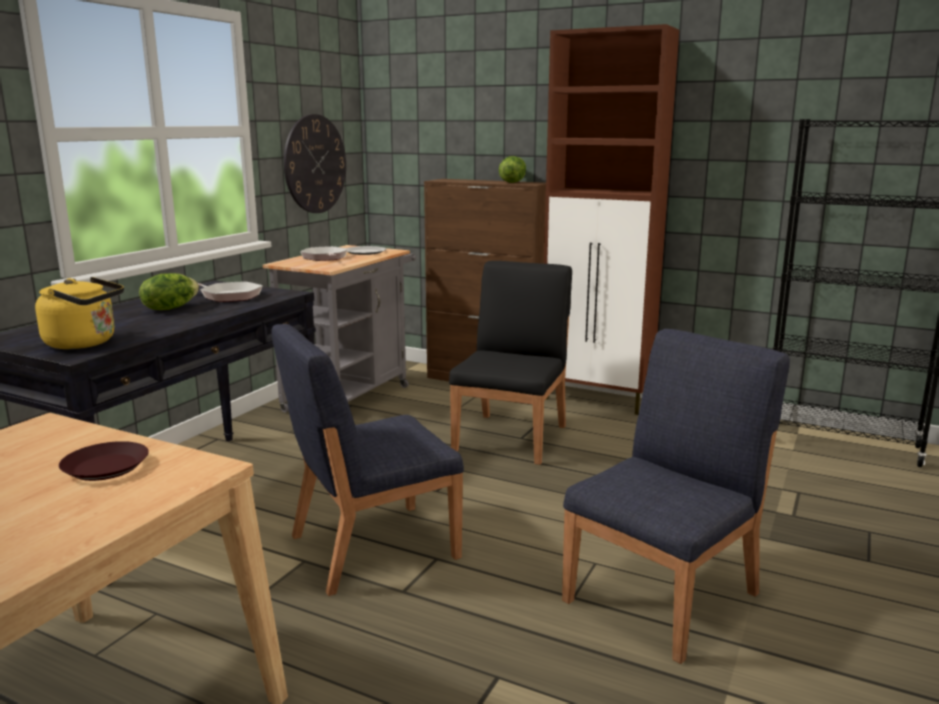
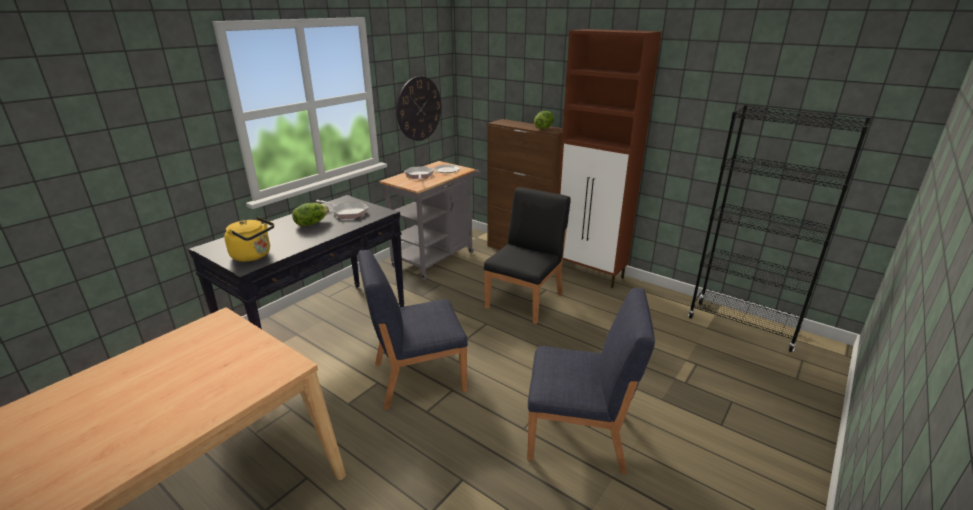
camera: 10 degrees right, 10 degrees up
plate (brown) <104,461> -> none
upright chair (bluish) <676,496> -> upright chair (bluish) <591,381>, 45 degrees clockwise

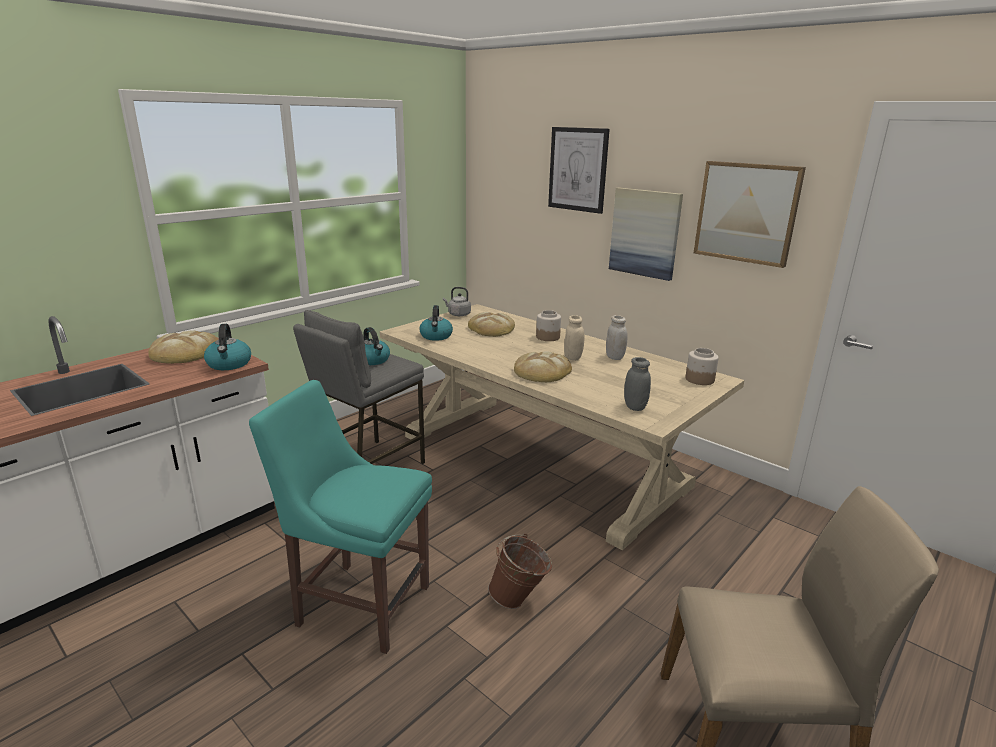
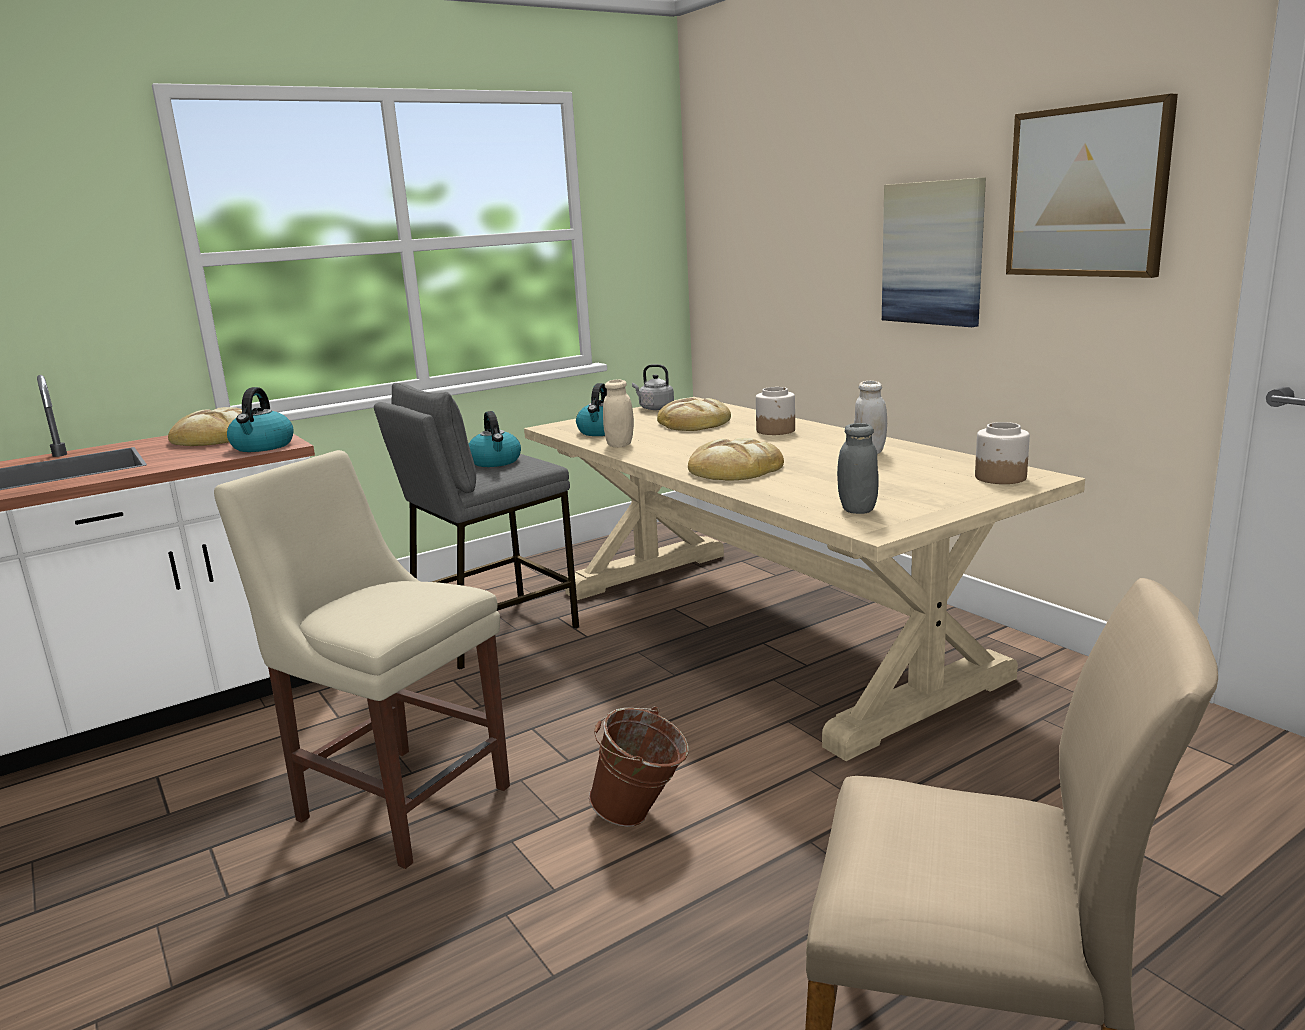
camera: 15 degrees right, 5 degrees down
picture <579,170> -> none
storage jar (beige-coloured) <574,337> -> storage jar (beige-coloured) <618,413>, moved
upright chair (turquoise-coloured) <340,517> -> upright chair (beige-coloured) <362,659>

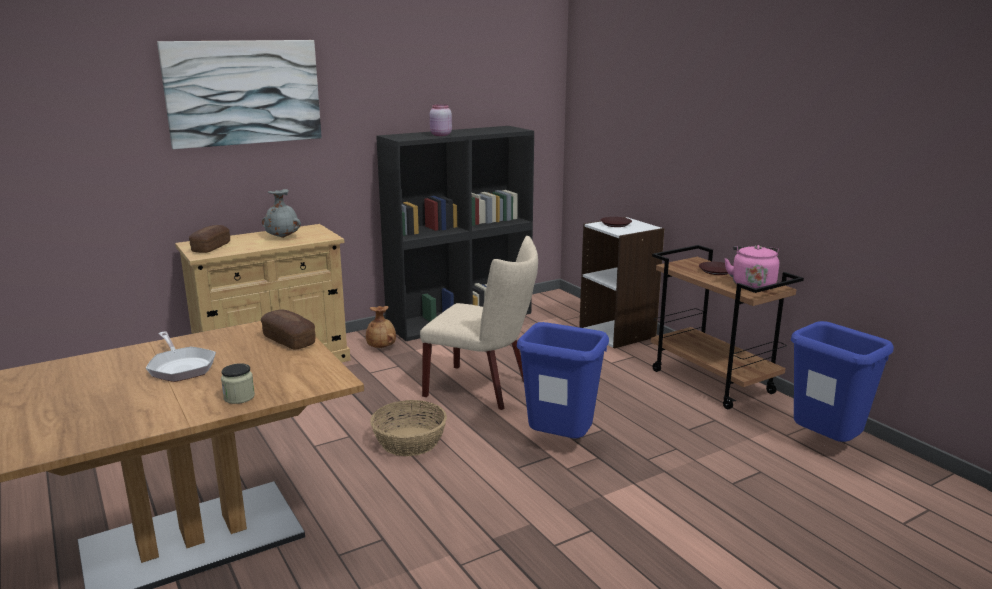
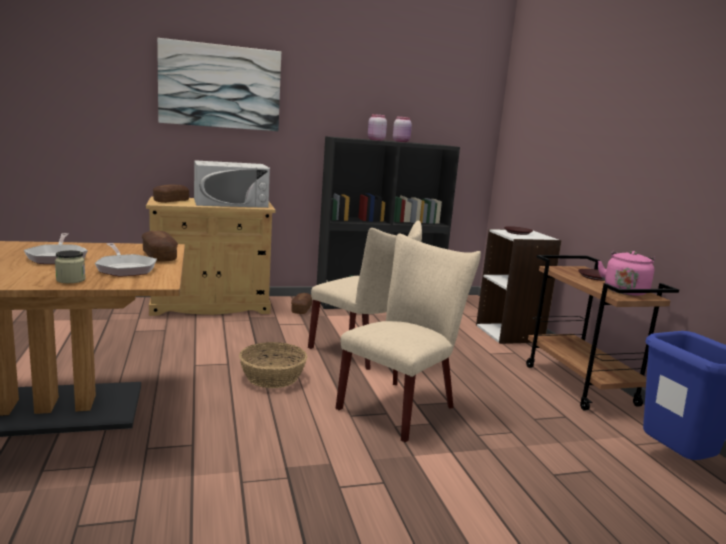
camera: 15 degrees right, 5 degrees down
none -> frying pan <126,260>
none -> storage jar (pinkish) <402,129>
decorative vase (gray) <281,213> -> kitchen microwave (white-coloured) <232,184>
decorative vase (brown) <381,327> -> bread <301,303>
trash can (bluish) <563,380> -> upright chair (beige-coloured) <408,338>

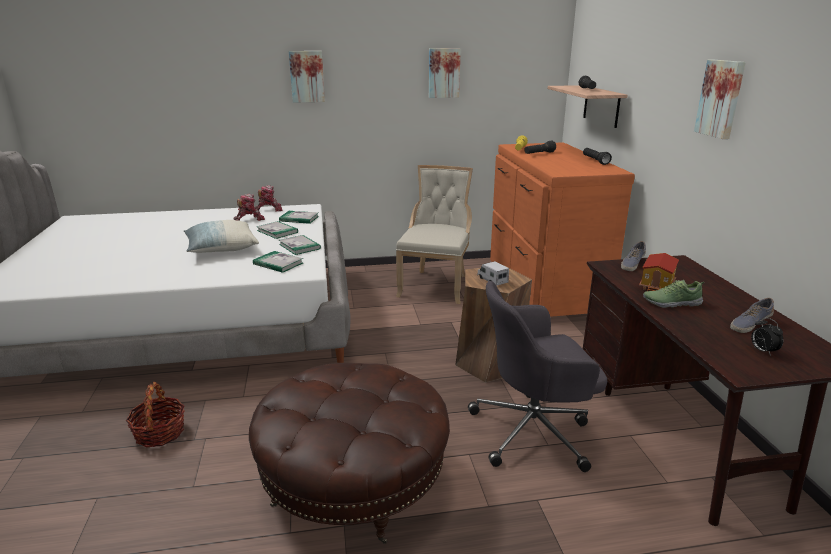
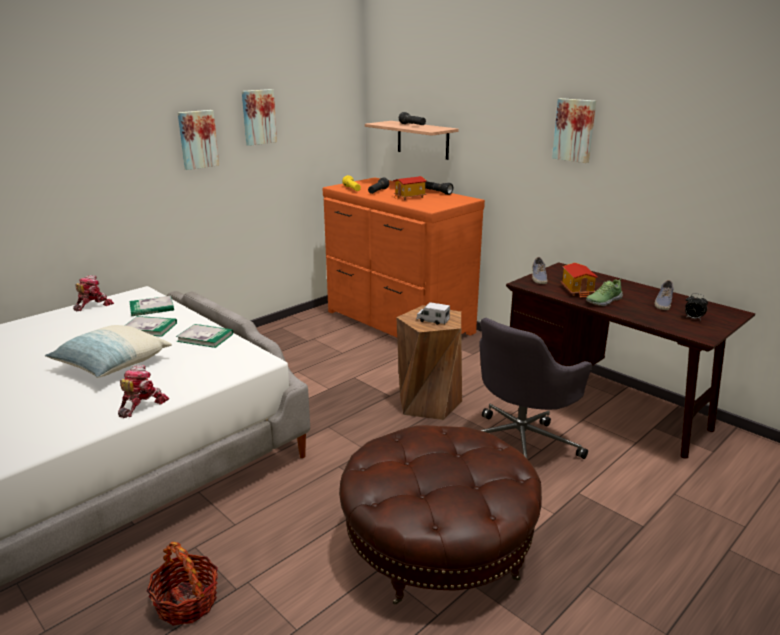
camera: 35 degrees left, 0 degrees up
bound book <278,262> -> none
upright chair (beige-coloured) <434,234> -> none
none -> miniature house <410,188>
robot figure <249,207> -> robot figure <143,391>, moved
picture <307,77> -> picture <198,140>, moved

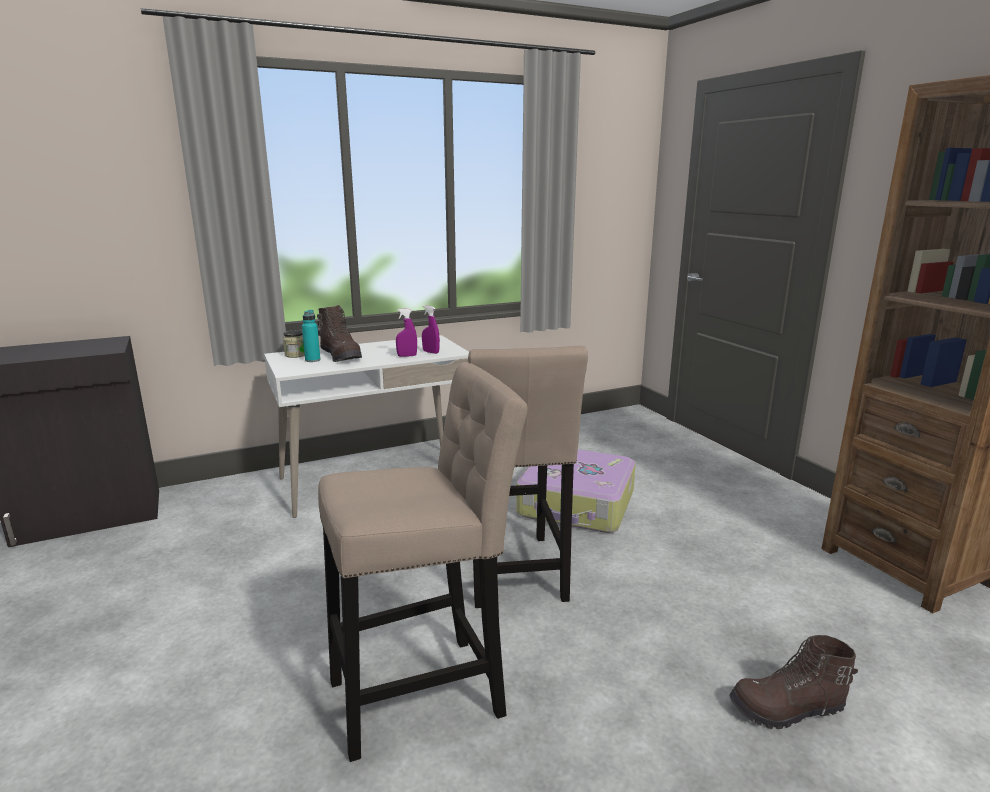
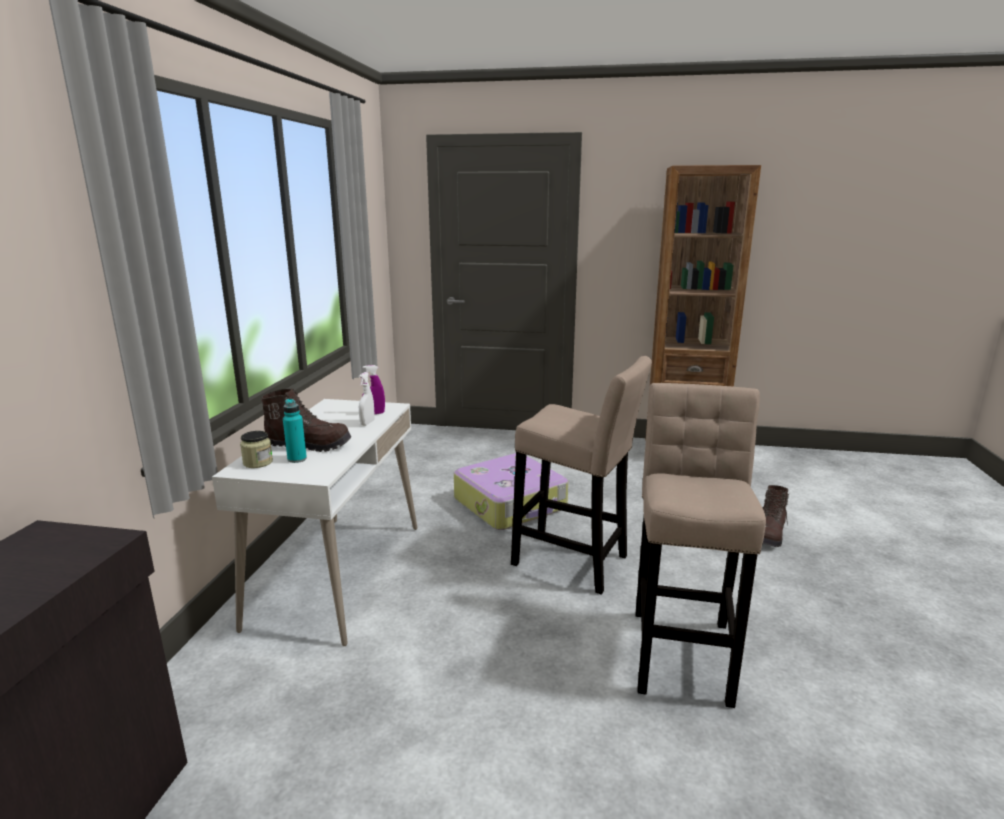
camera: 55 degrees left, 0 degrees up
spray bottle (purple-coloured) <406,332> -> spray bottle (white-coloured) <367,399>

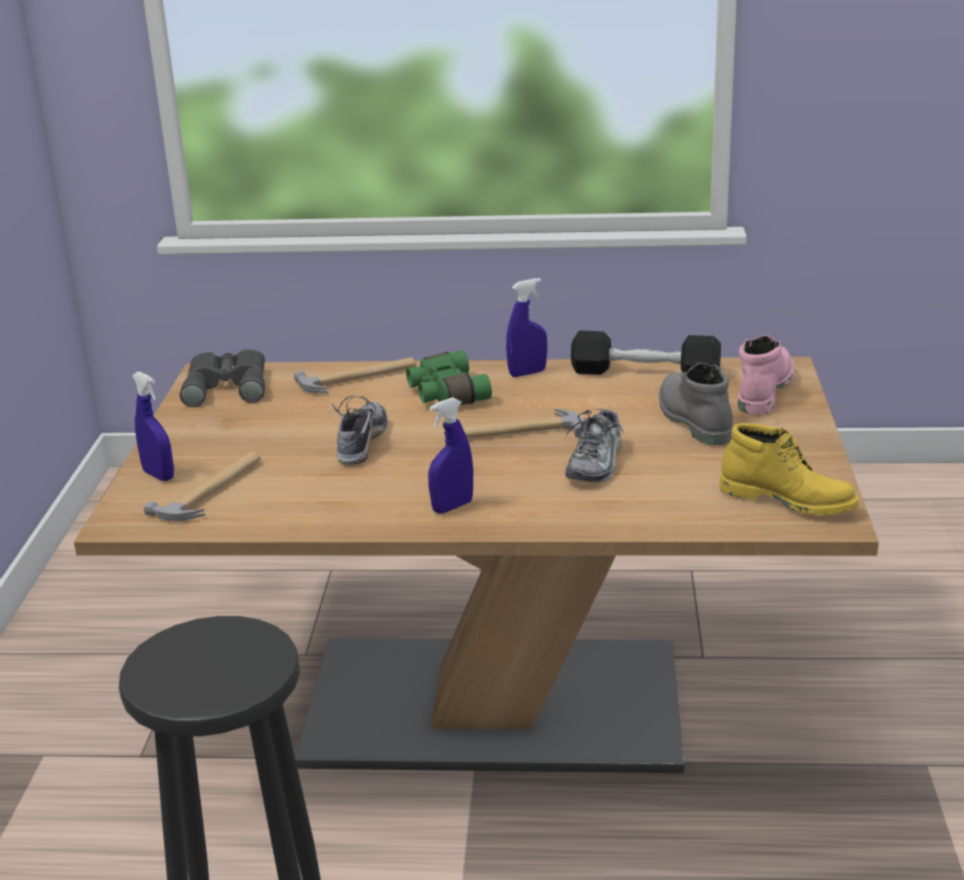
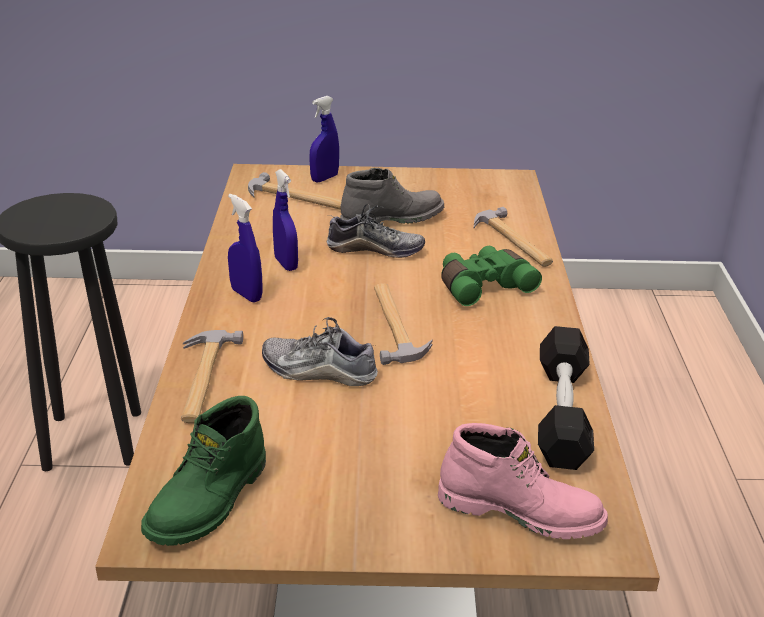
camera: 85 degrees right, 5 degrees up
field glasses (gray) <222,378> -> none
none -> hand hammer <212,376>
spray bottle (bluish) <526,327> -> spray bottle (bluish) <285,220>, moved
high-top boot (gray) <696,404> -> high-top boot (gray) <392,196>, moved
high-top boot (yellow) <788,469> -> high-top boot (greenish) <203,471>

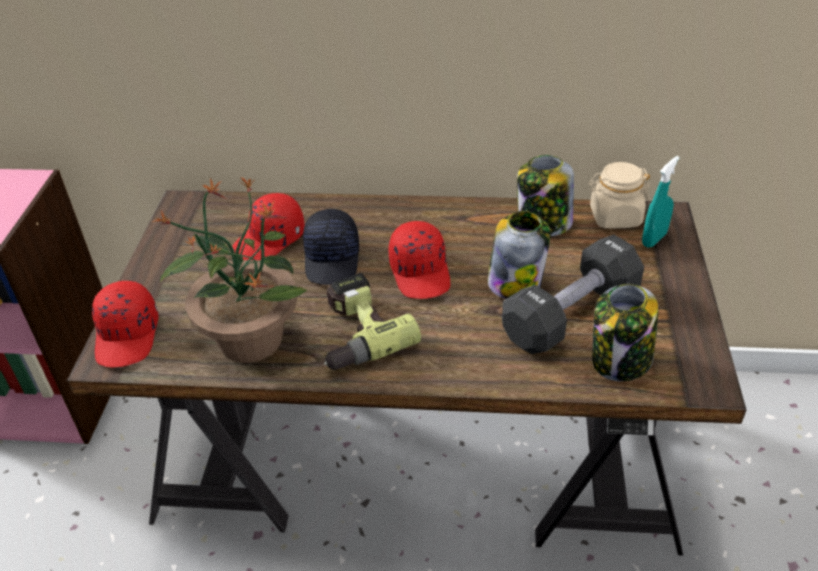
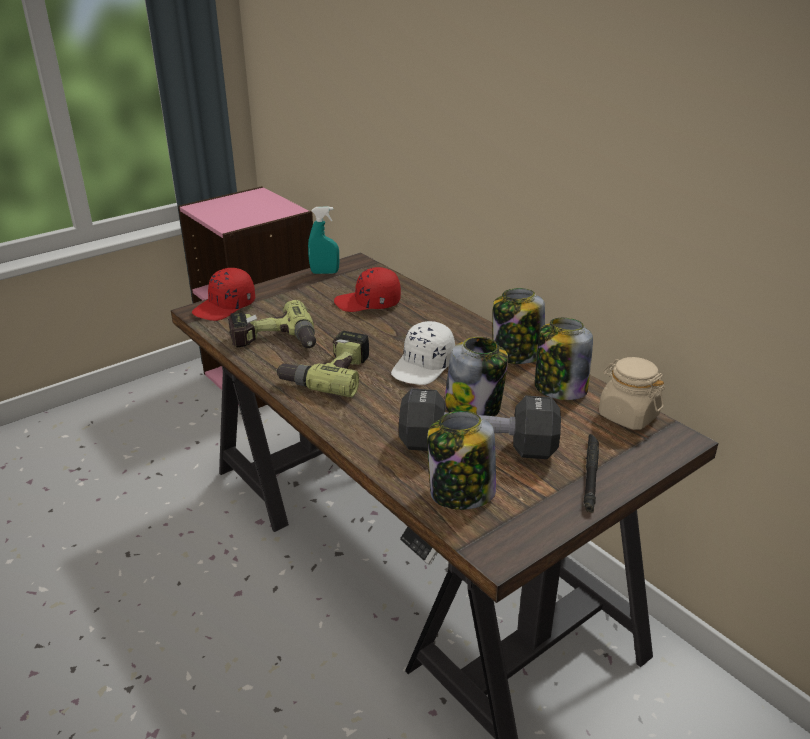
camera: 45 degrees right, 10 degrees down
baseball cap (black-coloured) <331,247> -> none
none -> storage jar <518,326>
none -> torch (black-coloured) <591,473>
spray bottle (turquoise-coloured) <661,202> -> spray bottle (turquoise-coloured) <323,240>, moved
houseplant <229,270> -> drill <271,324>
baseball cap (reddish) <419,260> -> baseball cap (white-coloured) <423,353>

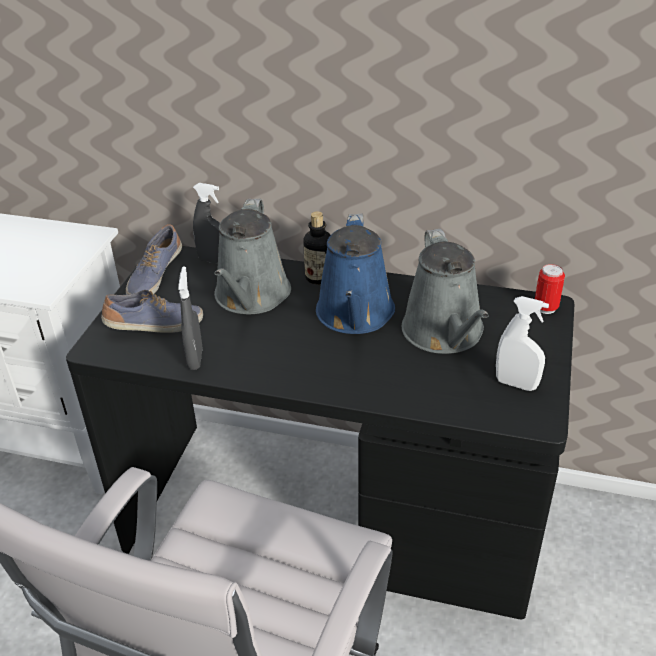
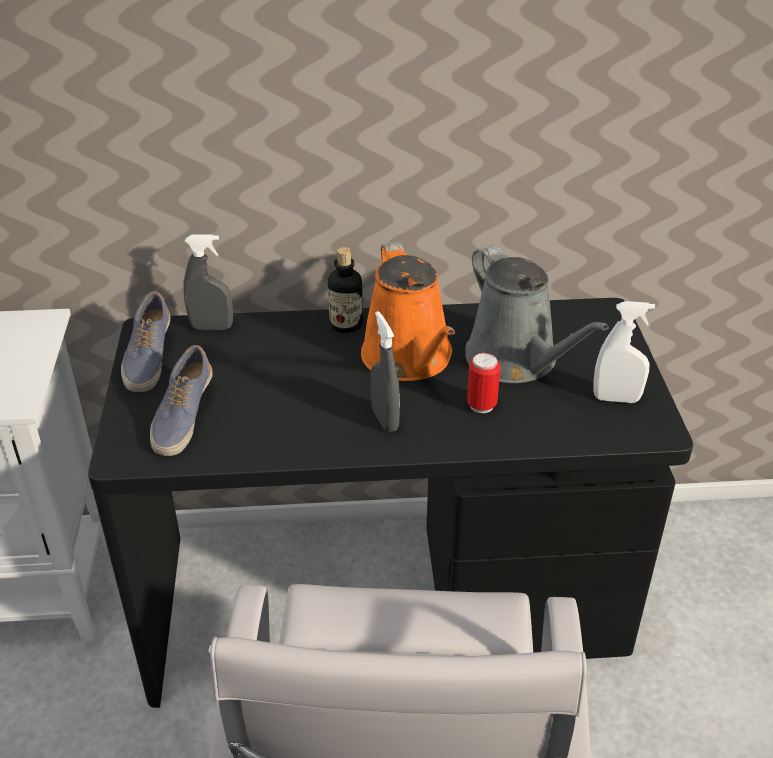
camera: 20 degrees left, 0 degrees up
watering pot (gray) <252,256> -> none
spray bottle (gray) <190,318> -> spray bottle (gray) <385,371>, moved
sealed can <550,289> -> sealed can <483,383>, moved
watering pot (bluish) <355,274> -> watering pot (orange-coloured) <408,311>
shoe <152,311> -> shoe <181,400>, 135 degrees clockwise

